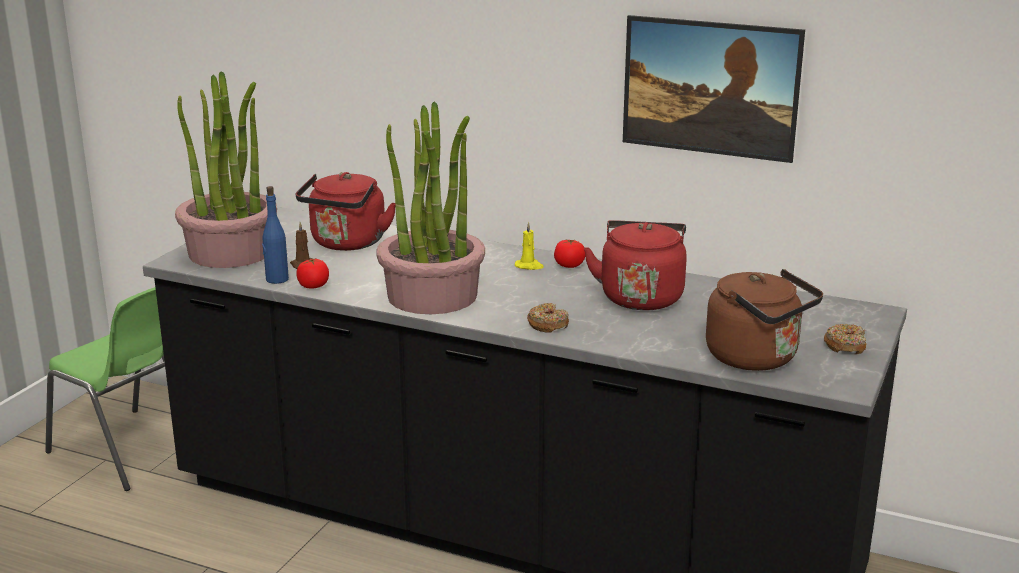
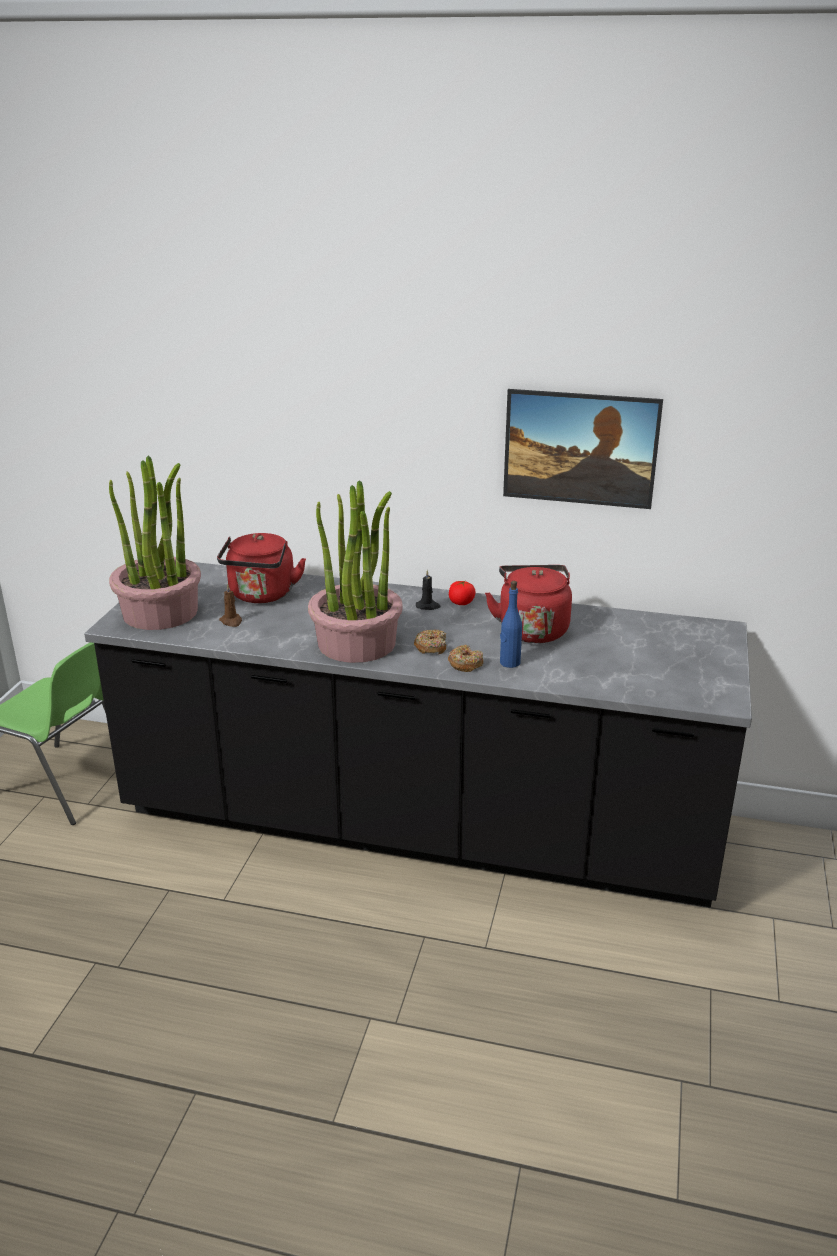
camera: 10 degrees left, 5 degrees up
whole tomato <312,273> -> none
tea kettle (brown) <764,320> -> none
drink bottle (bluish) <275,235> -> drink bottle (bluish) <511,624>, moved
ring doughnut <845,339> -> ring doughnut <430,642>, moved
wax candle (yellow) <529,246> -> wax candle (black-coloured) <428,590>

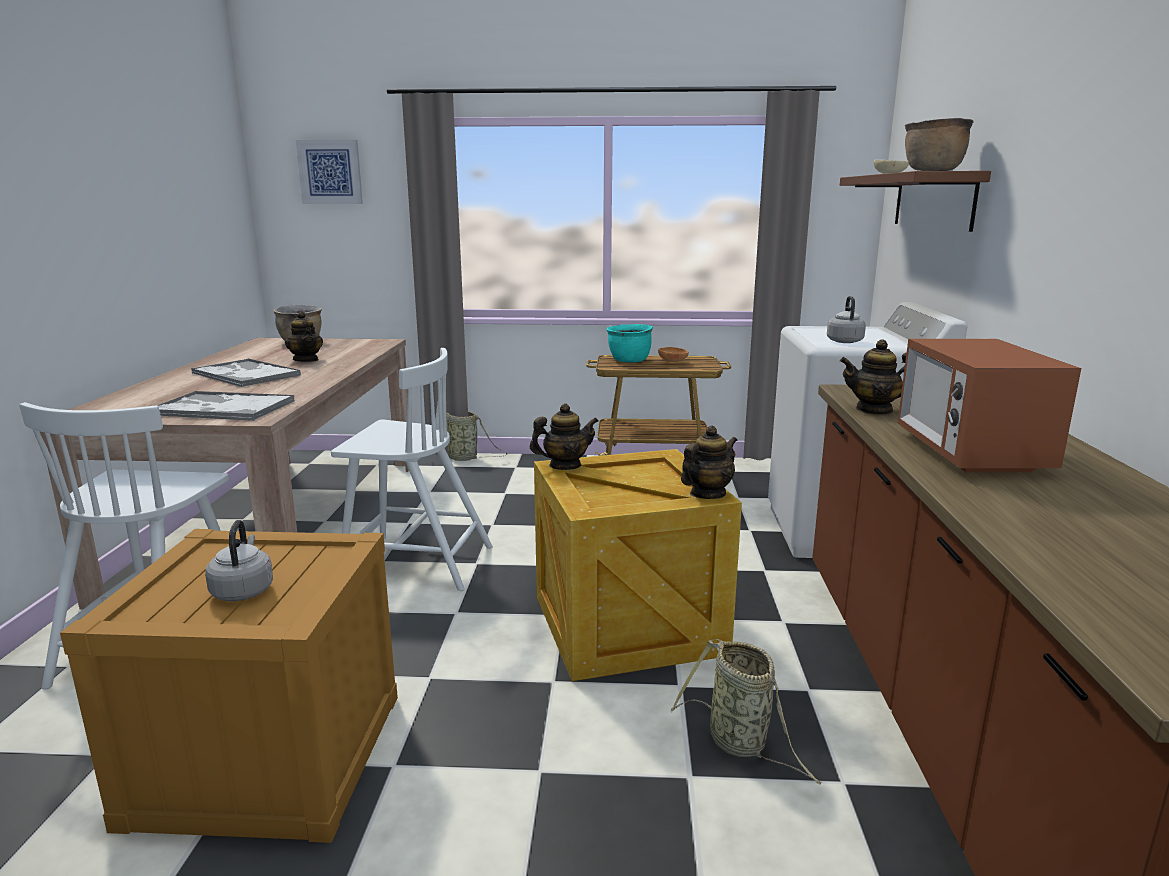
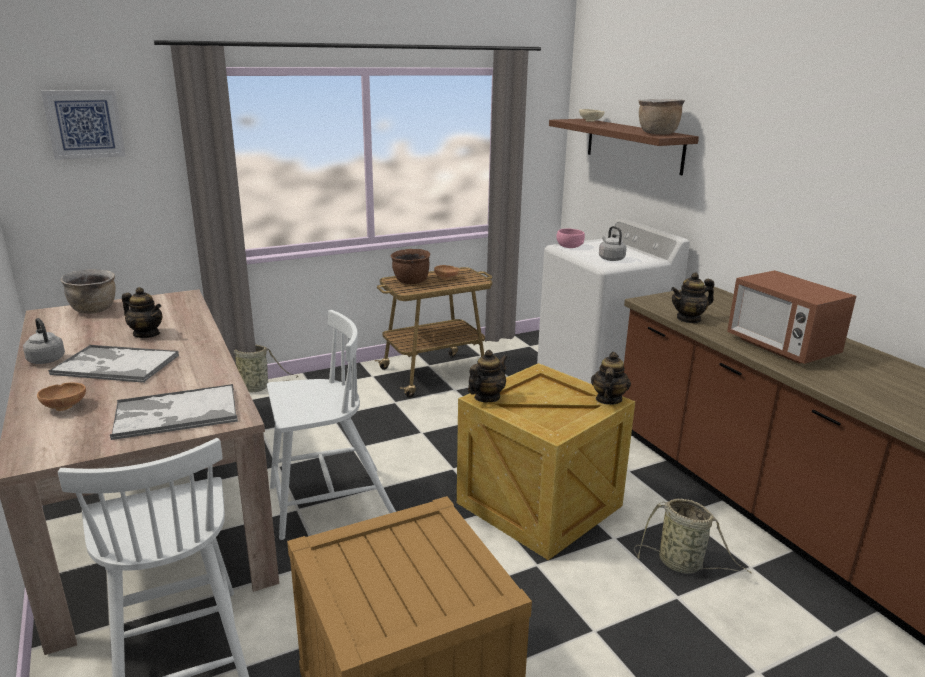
camera: 30 degrees left, 5 degrees up
none -> deep dish (brown) <61,396>
none -> deep dish (pinkish) <570,238>
tea kettle (gray) <239,560> -> tea kettle (gray) <44,341>, moved
saucepot (turquoise-coloured) <629,343> -> saucepot (brown) <410,266>

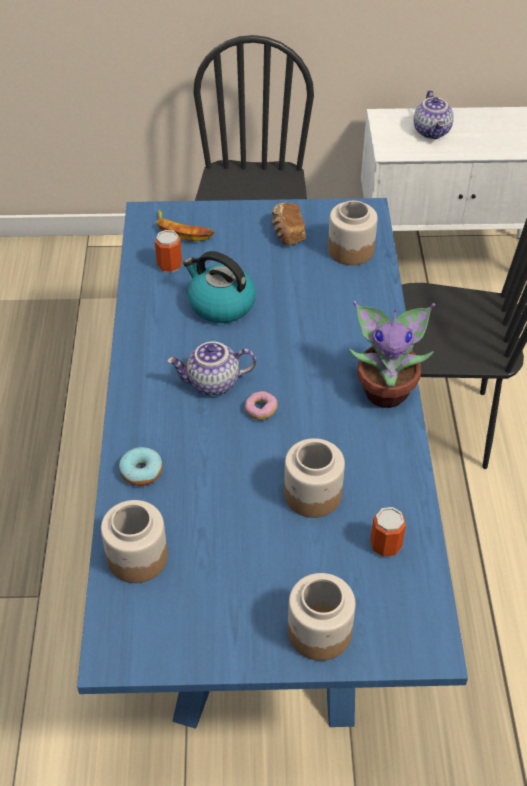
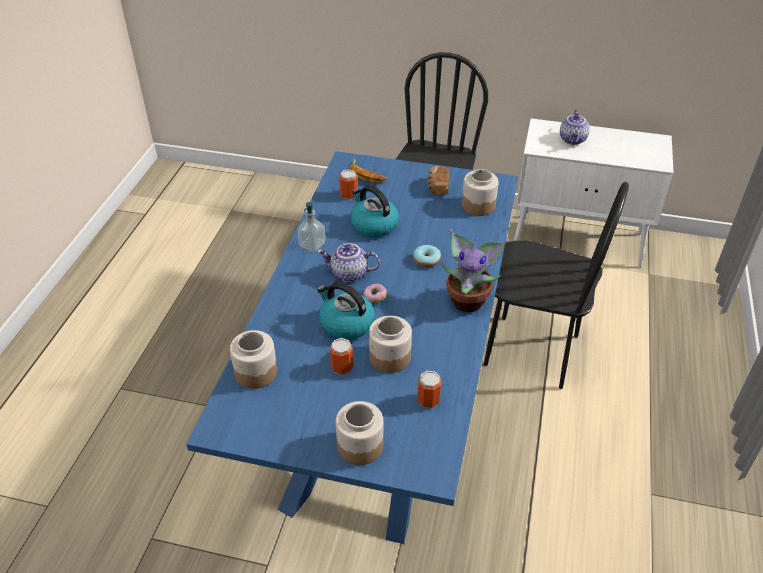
camera: 15 degrees right, 5 degrees down
none -> soap dispenser <311,227>
none -> tea kettle <346,311>
none -> sealed can <341,356>
ring doughnut <141,466> -> ring doughnut <427,256>, moved

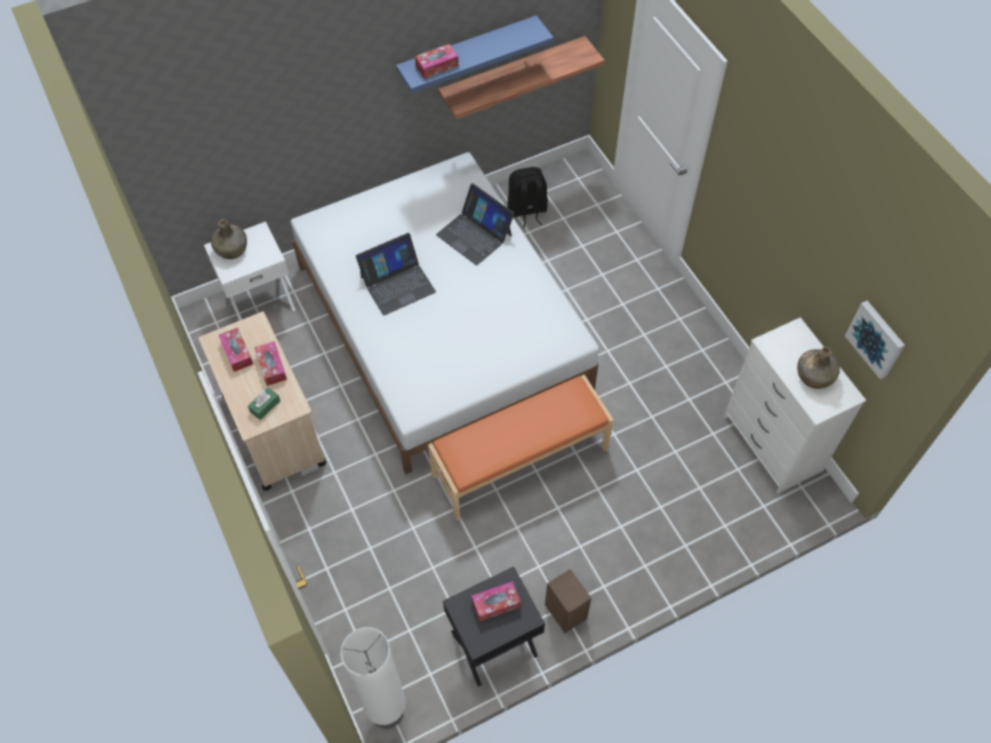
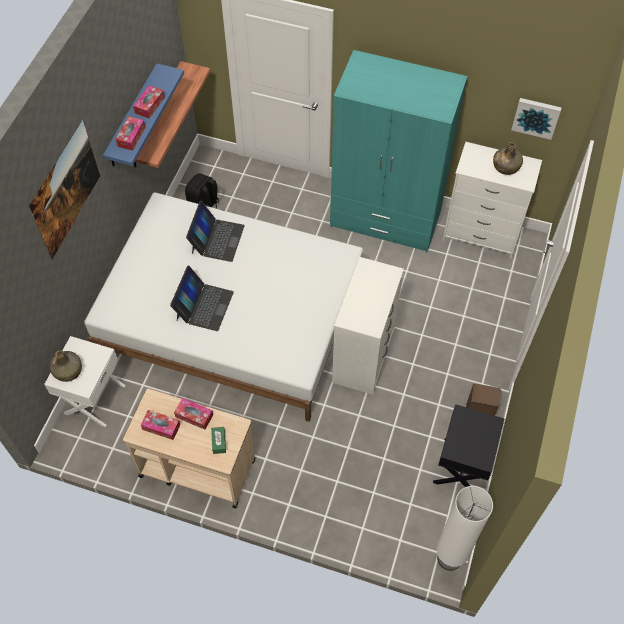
camera: 45 degrees left, 0 degrees up
none -> picture <64,189>
none -> clothes cupboard (turquoise-coloured) <399,151>
box of tissues <496,601> -> box of tissues <149,101>, moved
bench (orange-coloured) <521,448> -> dresser (white-coloured) <368,326>
laptop <475,224> -> laptop <215,231>, 75 degrees counterclockwise

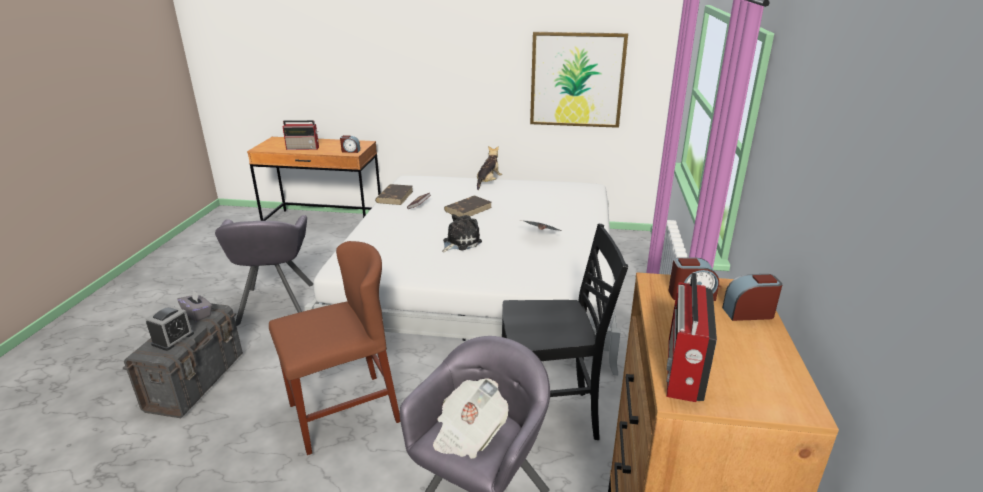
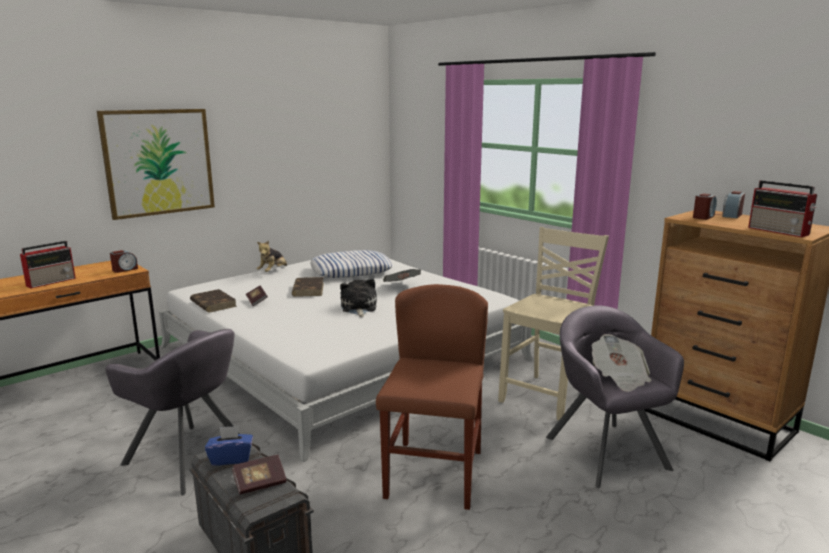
camera: 50 degrees left, 10 degrees down
none -> pillow <351,264>
picture <579,80> -> picture <156,164>, moved
table clock <170,328> -> bound book <259,475>
box of tissues (gray) <194,306> -> box of tissues (bluish) <229,446>
upright chair (black-coloured) <565,332> -> upright chair (beige-coloured) <553,324>
soft toy <489,168> -> soft toy <272,256>, 135 degrees counterclockwise

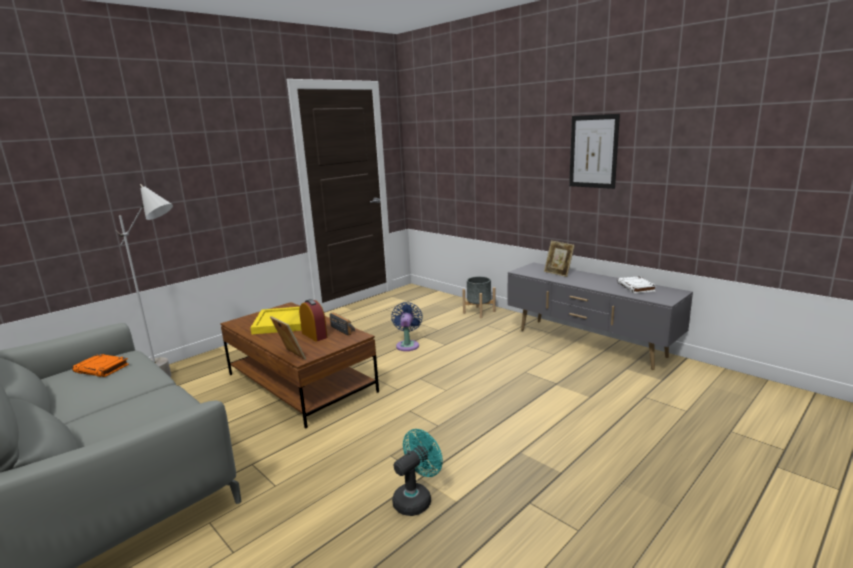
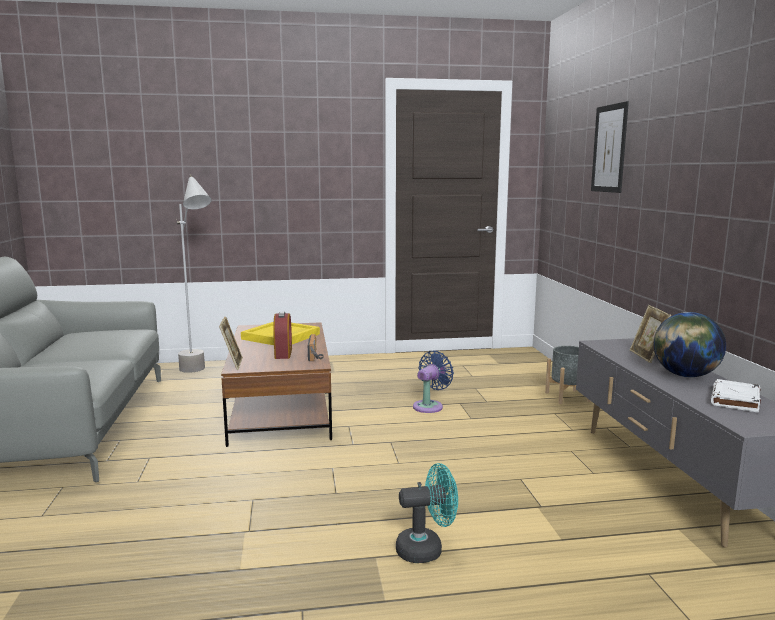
camera: 35 degrees right, 5 degrees down
bound book (orange-coloured) <100,365> -> none
none -> world globe <689,344>
electric fan (turquoise-coloured) <417,472> -> electric fan (turquoise-coloured) <427,513>, moved
picture <594,151> -> picture <610,147>, moved

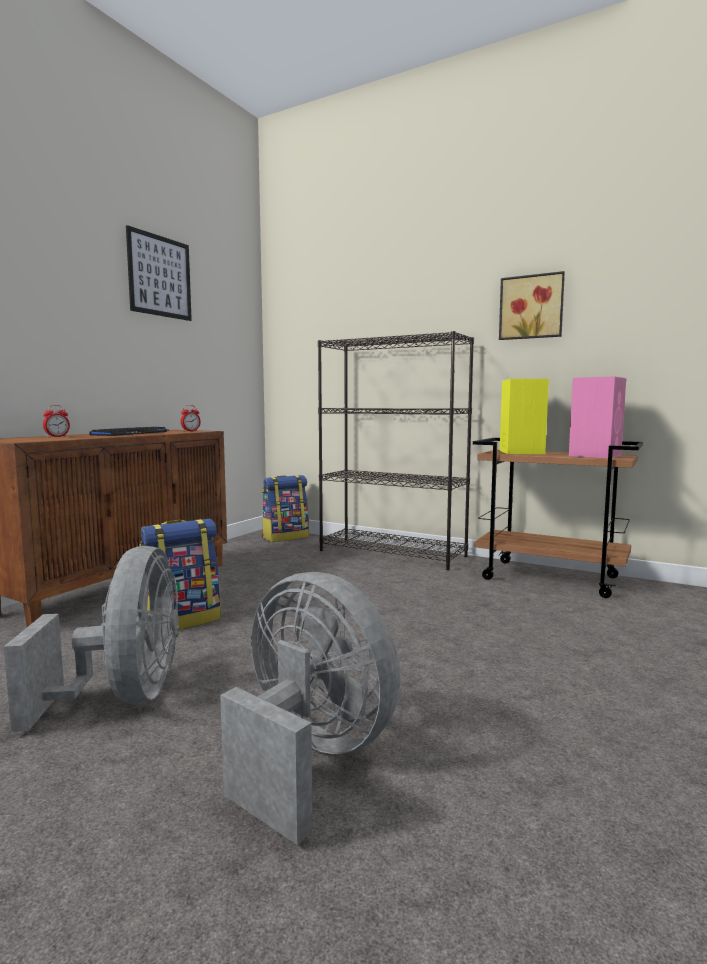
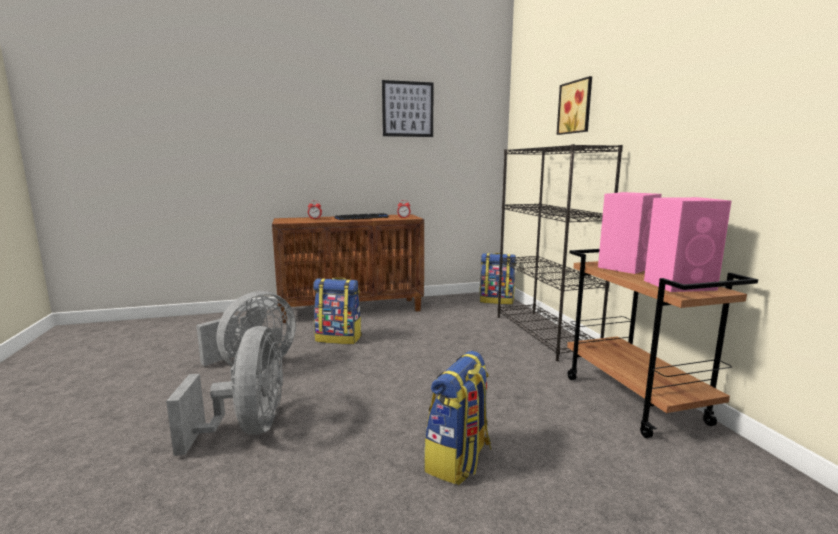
camera: 45 degrees right, 5 degrees up
none -> knapsack <458,418>
picture <532,305> -> picture <574,105>, moved
audio speaker (yellow) <524,416> -> audio speaker (pinkish) <630,233>

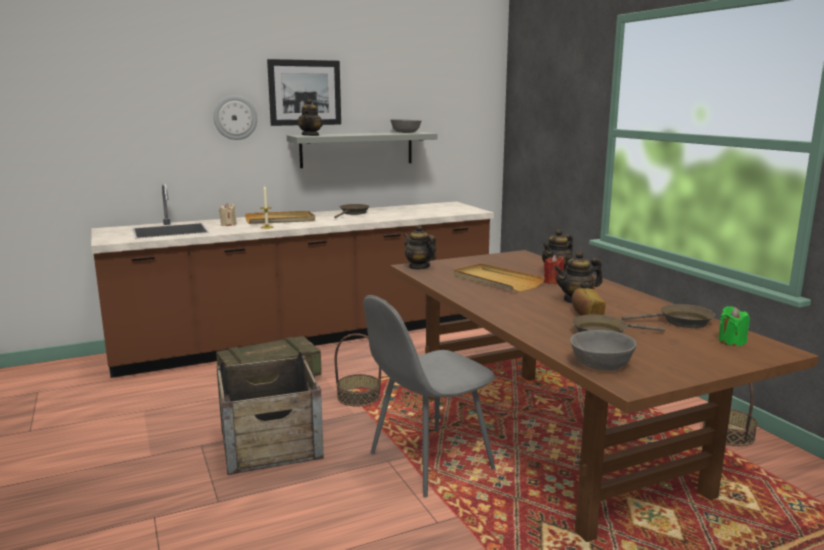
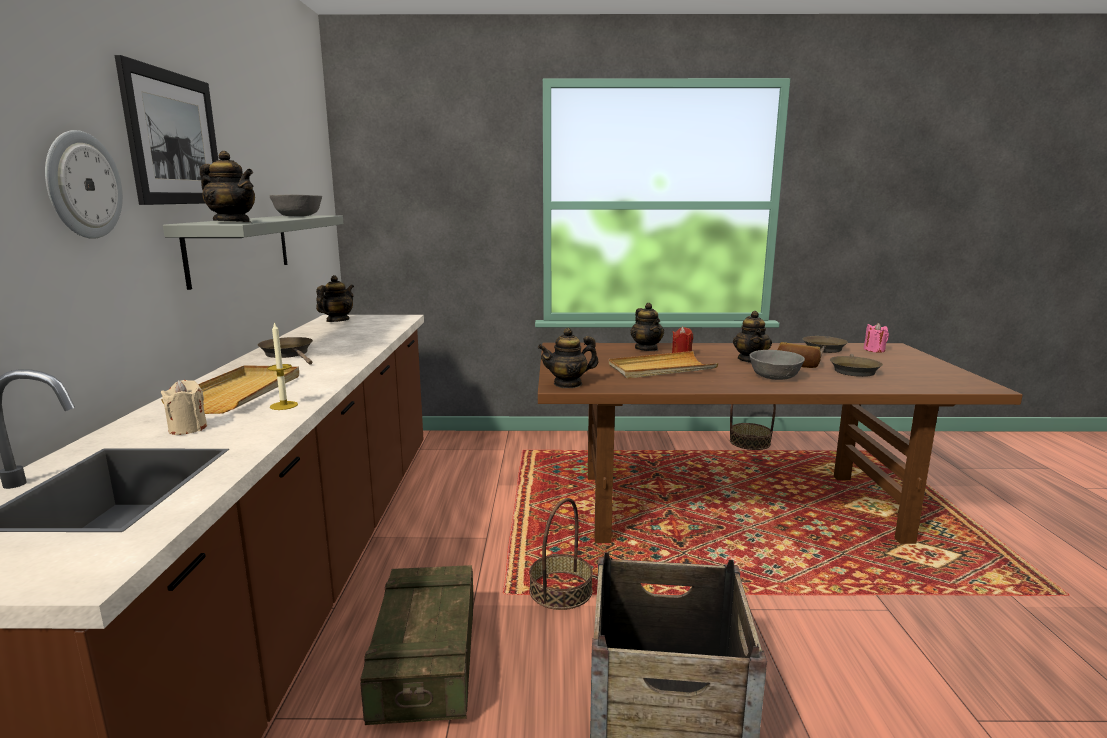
camera: 65 degrees left, 0 degrees up
upright chair (gray) <429,396> -> none
none -> pot for tea <335,298>
deep dish (gray) <603,350> -> deep dish (gray) <777,365>, moved
wax candle (greenish) <734,326> -> wax candle (pinkish) <876,338>

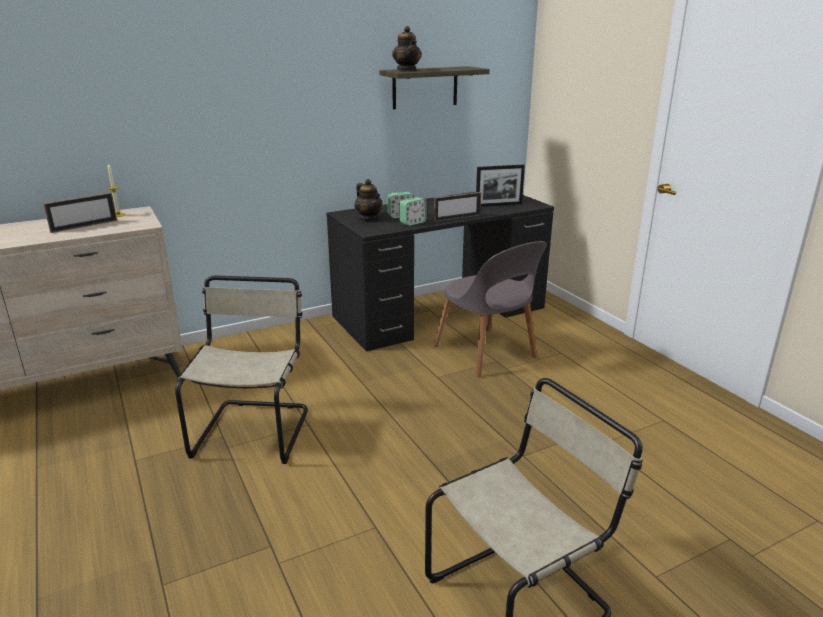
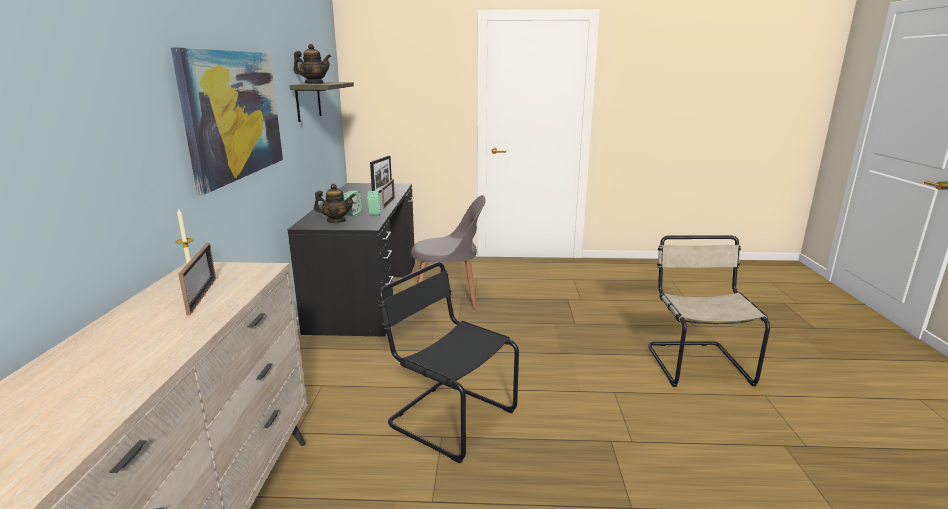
camera: 60 degrees left, 5 degrees down
none -> picture <227,121>
upright chair (beige-coloured) <241,370> -> upright chair (black-coloured) <448,362>

